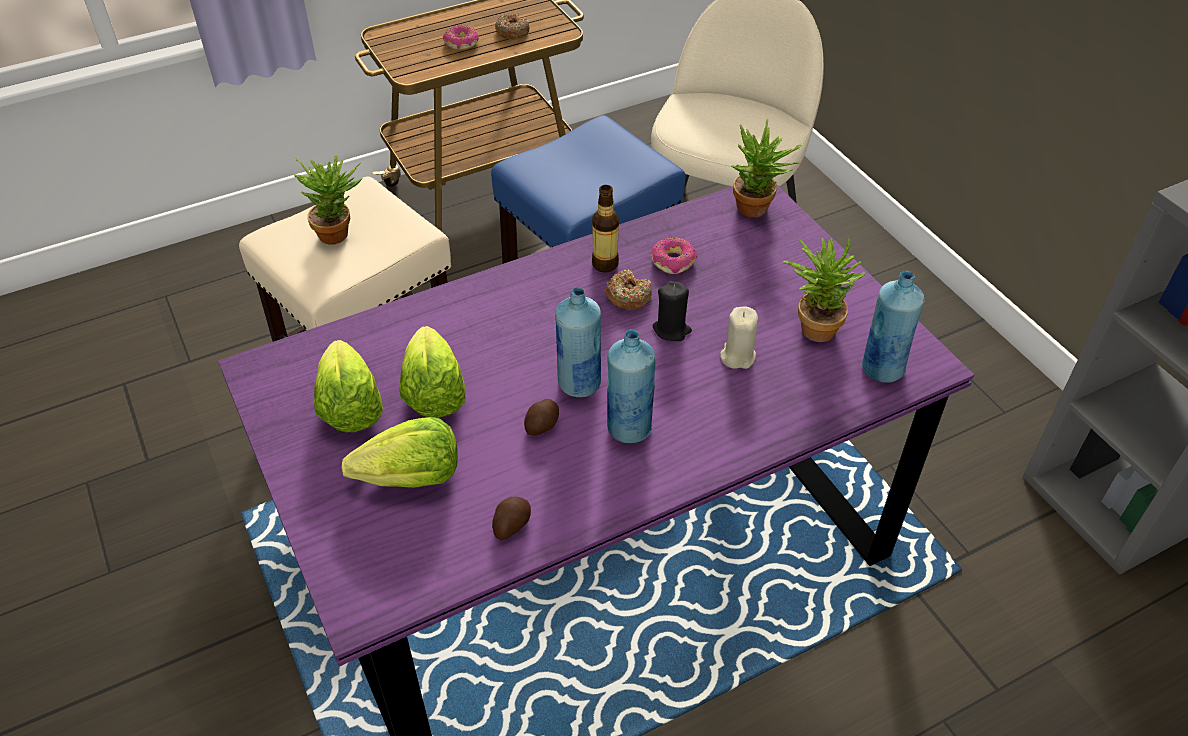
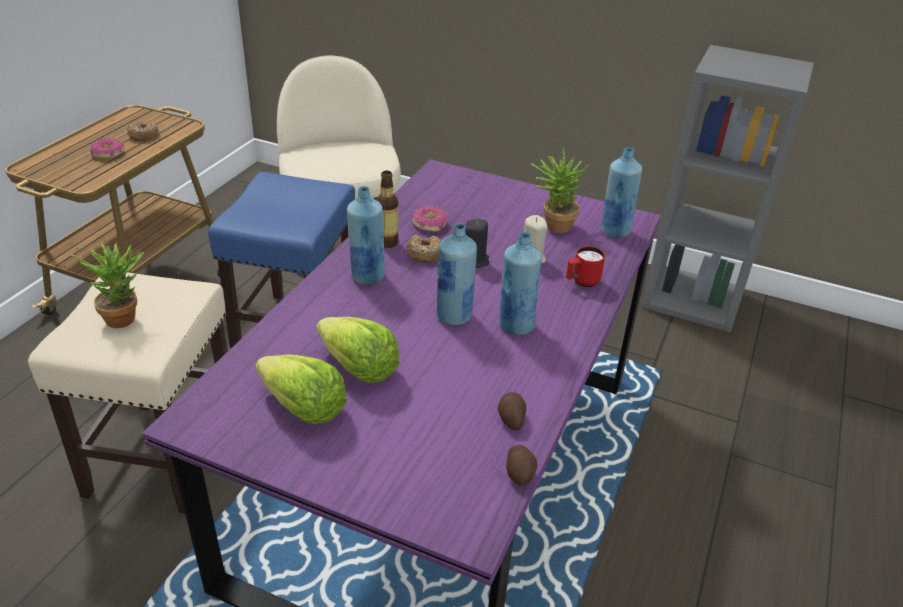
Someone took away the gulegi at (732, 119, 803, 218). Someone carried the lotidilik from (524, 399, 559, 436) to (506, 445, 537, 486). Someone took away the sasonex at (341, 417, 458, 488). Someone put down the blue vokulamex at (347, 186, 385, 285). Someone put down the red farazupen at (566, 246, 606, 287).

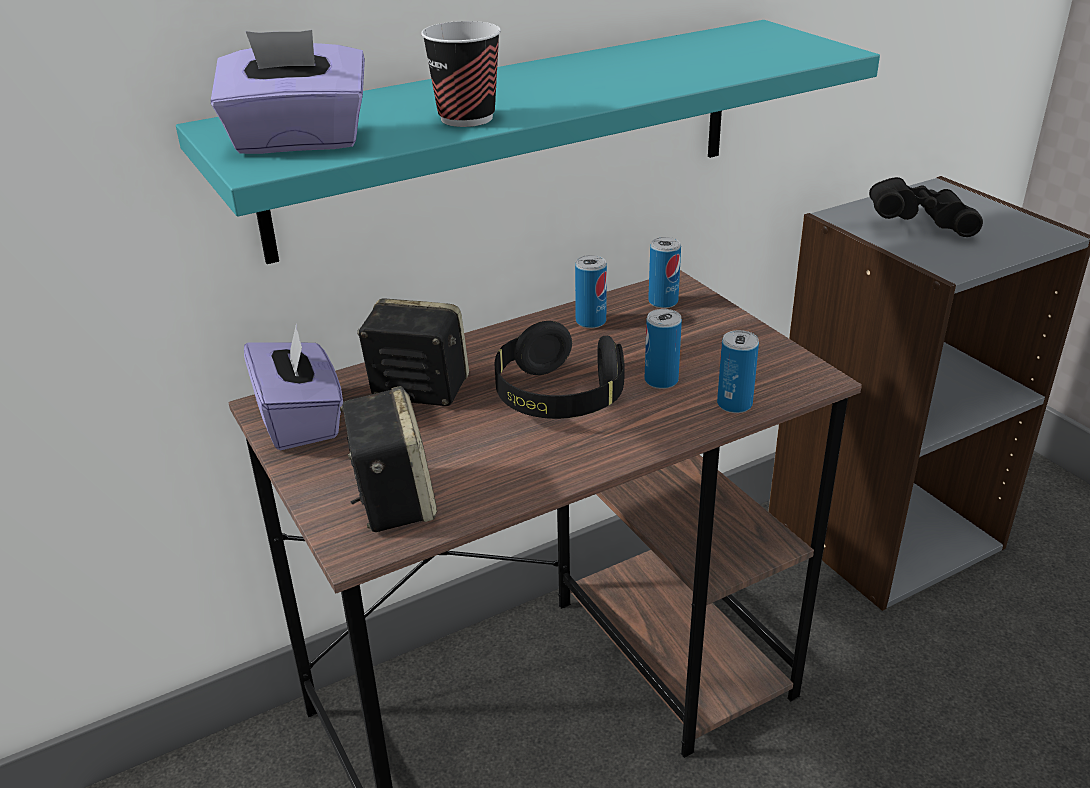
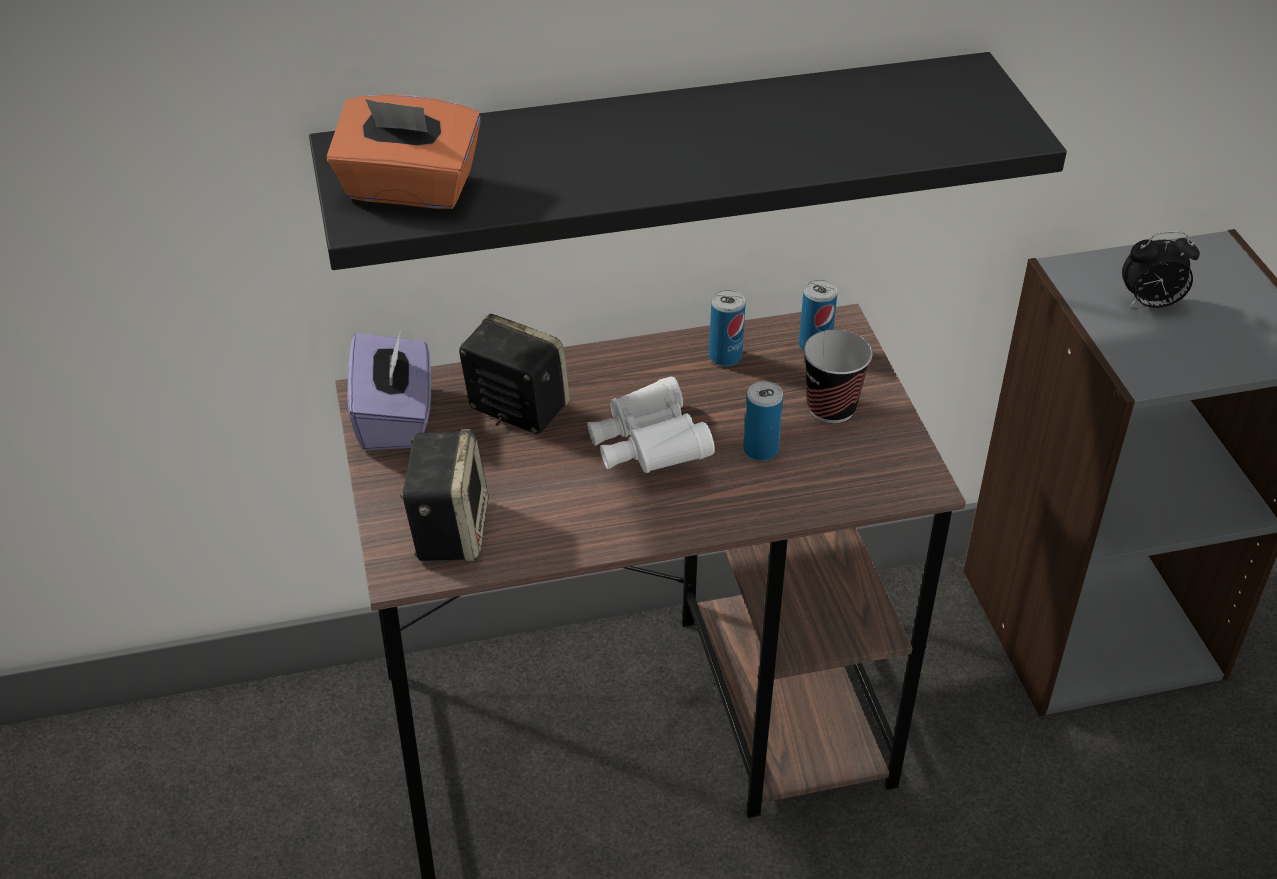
Someone repainted the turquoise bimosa at (176, 20, 880, 264), which became the black bimosa at (309, 52, 1067, 270). Someone carried the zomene from (421, 21, 501, 127) to (804, 330, 872, 423). Someone repainted the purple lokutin at (211, 30, 365, 154), which became the orange lokutin at (327, 94, 481, 209). Someone swapped the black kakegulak at (869, 177, 983, 237) for the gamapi at (1122, 231, 1200, 308). Someone swapped the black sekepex at (495, 321, 625, 419) for the white kakegulak at (587, 376, 715, 473). Someone took away the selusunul at (717, 330, 759, 413).

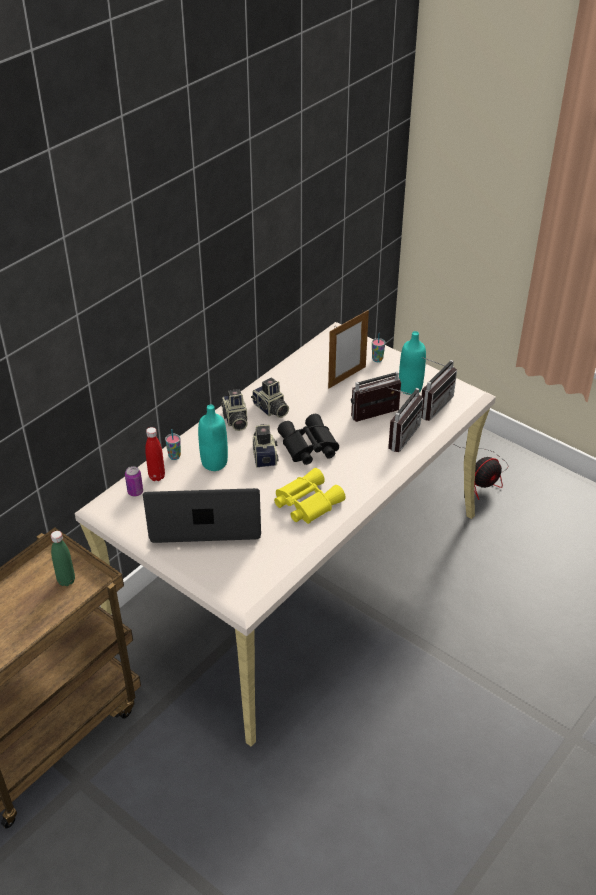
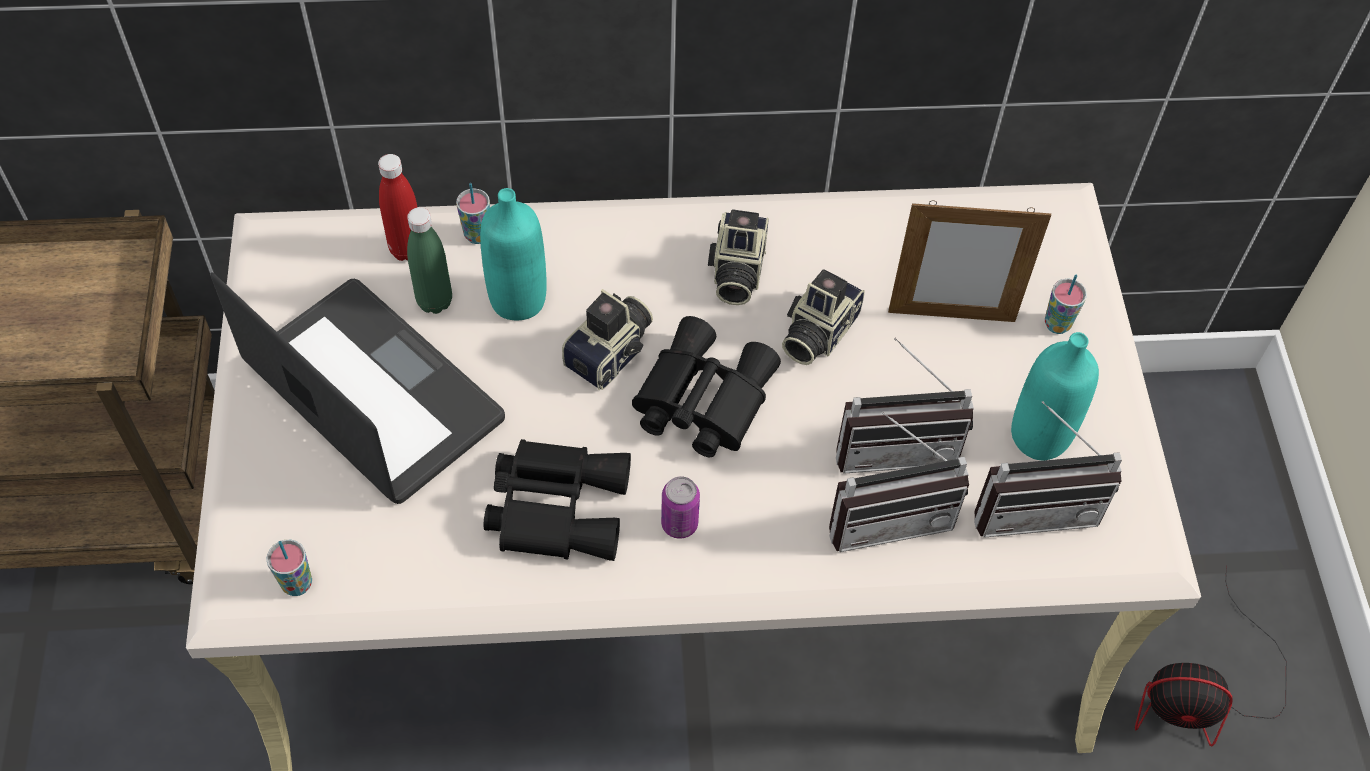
Someone rotated the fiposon at (351, 372, 401, 422) by 150 degrees clockwise. Someone carried the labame from (221, 389, 247, 431) to (782, 269, 865, 365). Someone carried the selusunul from (125, 466, 143, 496) to (661, 476, 700, 539). Someone repainted the yellow kakegulak at (274, 468, 346, 524), which became the black kakegulak at (484, 439, 631, 561). Someone carried the green vokulamex from (51, 531, 75, 586) to (407, 207, 452, 314). Someone put down the zomene at (266, 540, 312, 596).

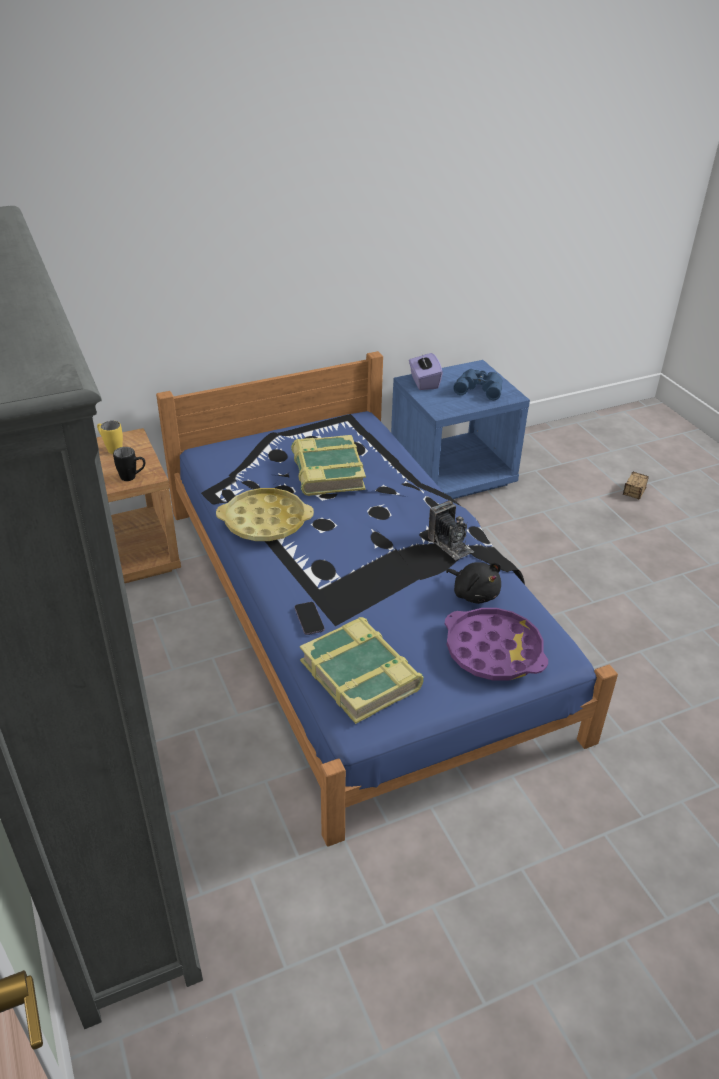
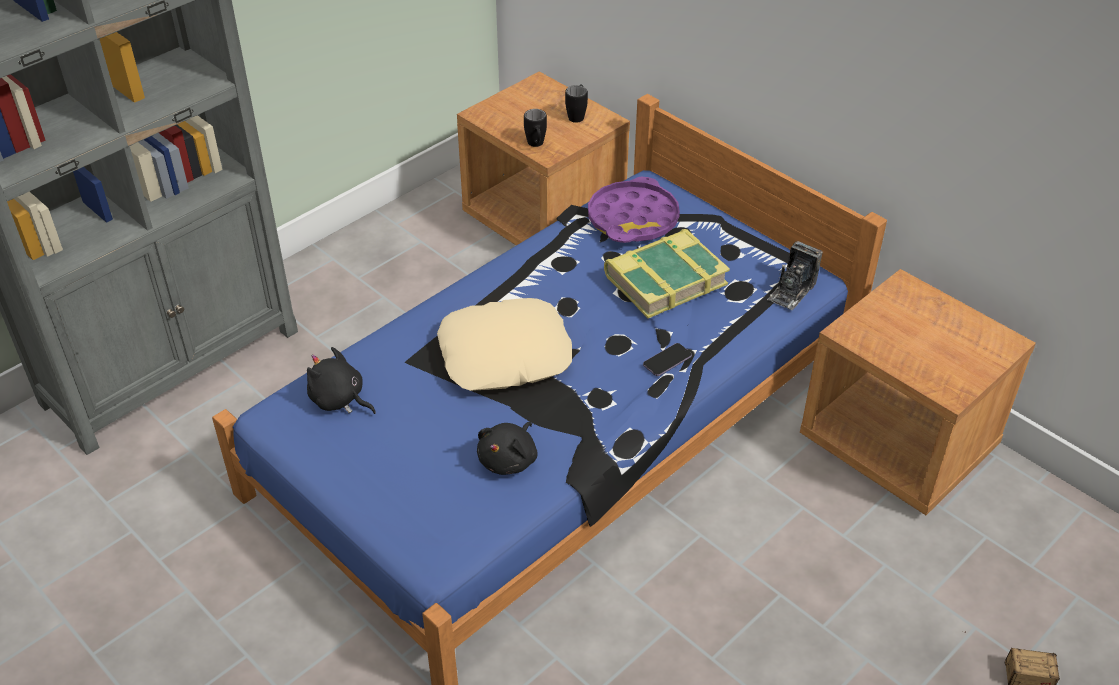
Someone took away the purple lokutin at (409, 353, 443, 390). Someone repainted the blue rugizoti at (391, 360, 530, 499), which became the brown rugizoti at (800, 269, 1036, 515). Someone took away the blue kakegulak at (453, 369, 502, 400). Someone repainted the yellow farazupen at (97, 421, 123, 454), which became the black farazupen at (565, 84, 588, 123). Someone took away the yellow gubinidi at (216, 488, 314, 541). Someone carried the labame from (428, 501, 474, 560) to (767, 241, 823, 310). Someone carried the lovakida from (295, 602, 325, 635) to (643, 343, 692, 376). Someone carried the purple gubinidi from (445, 608, 548, 680) to (588, 177, 680, 243). Someone swapped the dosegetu at (300, 617, 424, 724) for the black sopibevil at (307, 347, 376, 414). Someone put down the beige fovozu at (437, 298, 572, 391).

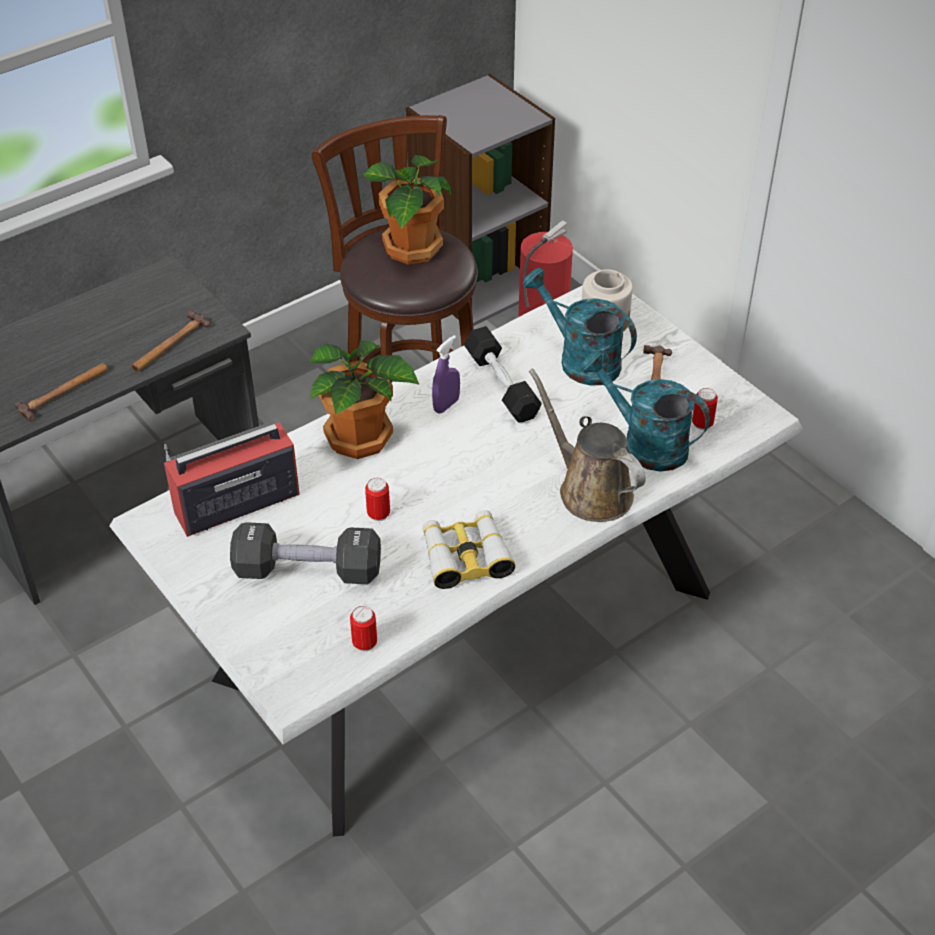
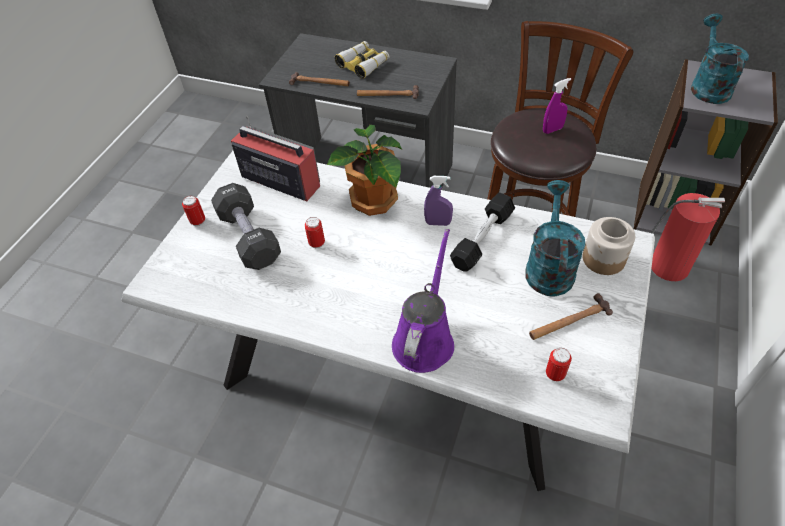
Someone swapped the gulegi at (363, 155, 451, 265) for the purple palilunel at (543, 78, 571, 134). Someone carried the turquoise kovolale from (580, 350, 710, 472) to (691, 14, 749, 104). Someone repainted the brown kovolale at (529, 368, 645, 522), which became the purple kovolale at (392, 229, 454, 373). Someone carried the kakegulak from (422, 510, 516, 589) to (334, 41, 390, 79). Someone carried the selusunul from (350, 606, 377, 652) to (182, 196, 205, 226).

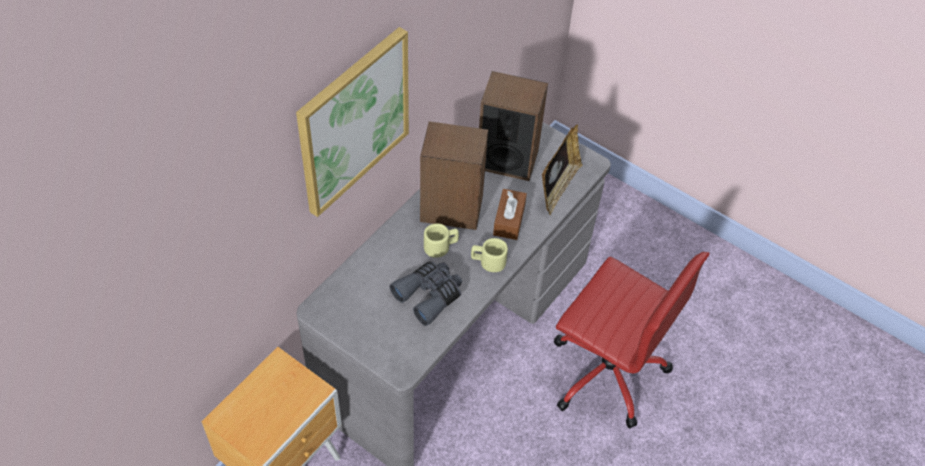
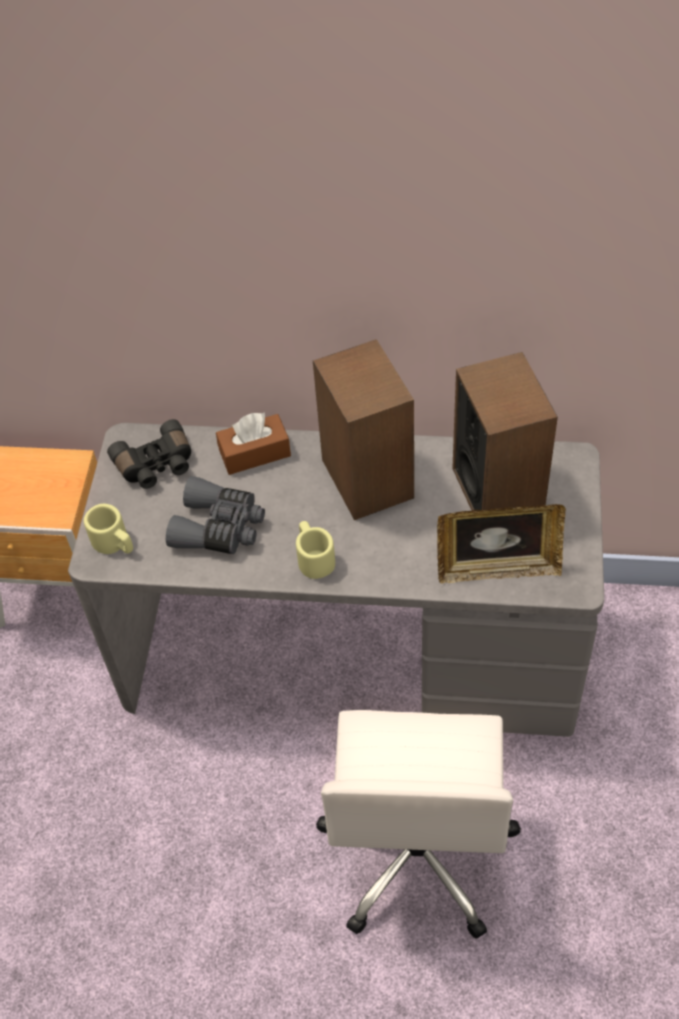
Someone took away the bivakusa at (296, 27, 409, 217). Someone carried the brown lokutin from (493, 189, 527, 240) to (216, 412, 291, 475). Someone carried the beige farazupen from (424, 223, 459, 258) to (84, 504, 133, 554). Someone repainted the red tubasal at (554, 252, 709, 429), which became the white tubasal at (316, 710, 521, 939). Someone put down the black kakegulak at (107, 419, 191, 489).

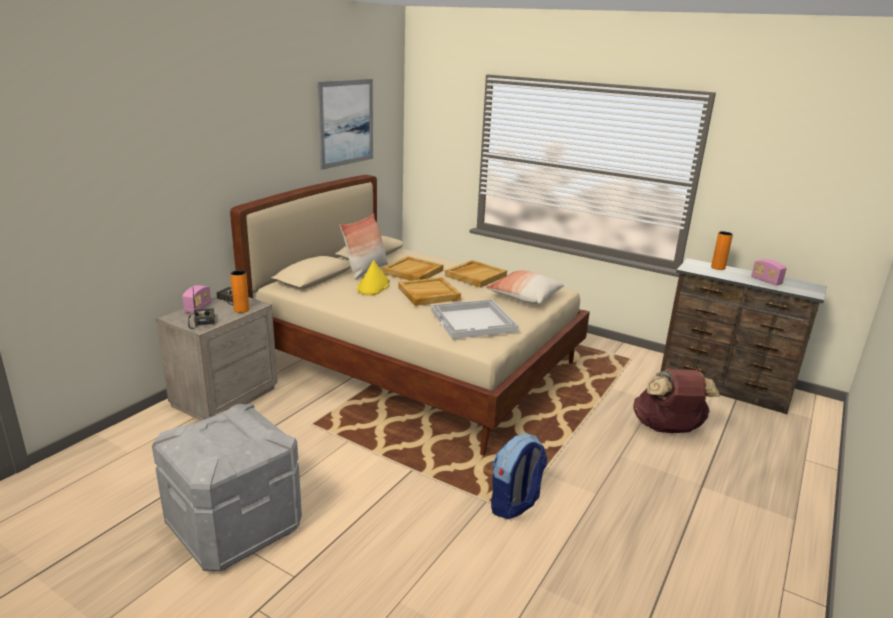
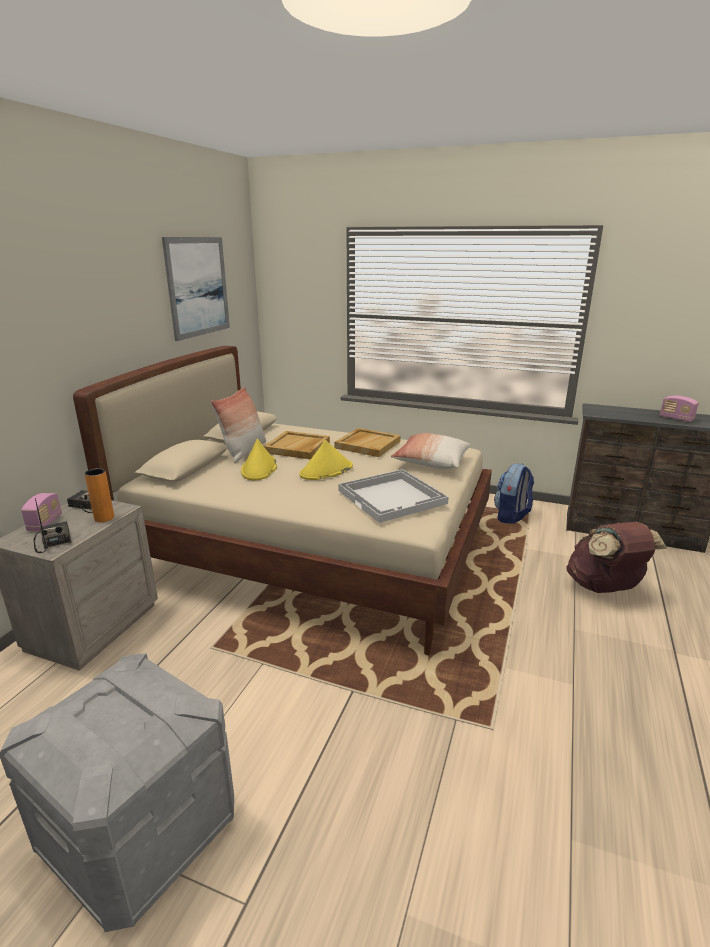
Someone took away the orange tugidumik at (711, 231, 733, 270). Someone swapped the beige gubinidi at (398, 277, 461, 306) for the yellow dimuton at (299, 440, 353, 480). Someone carried the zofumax from (491, 434, 547, 519) to (494, 463, 534, 524).

